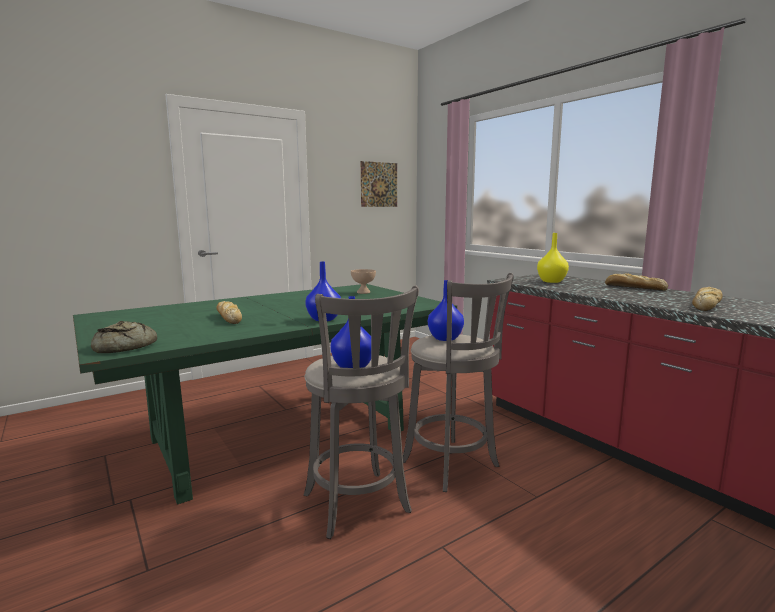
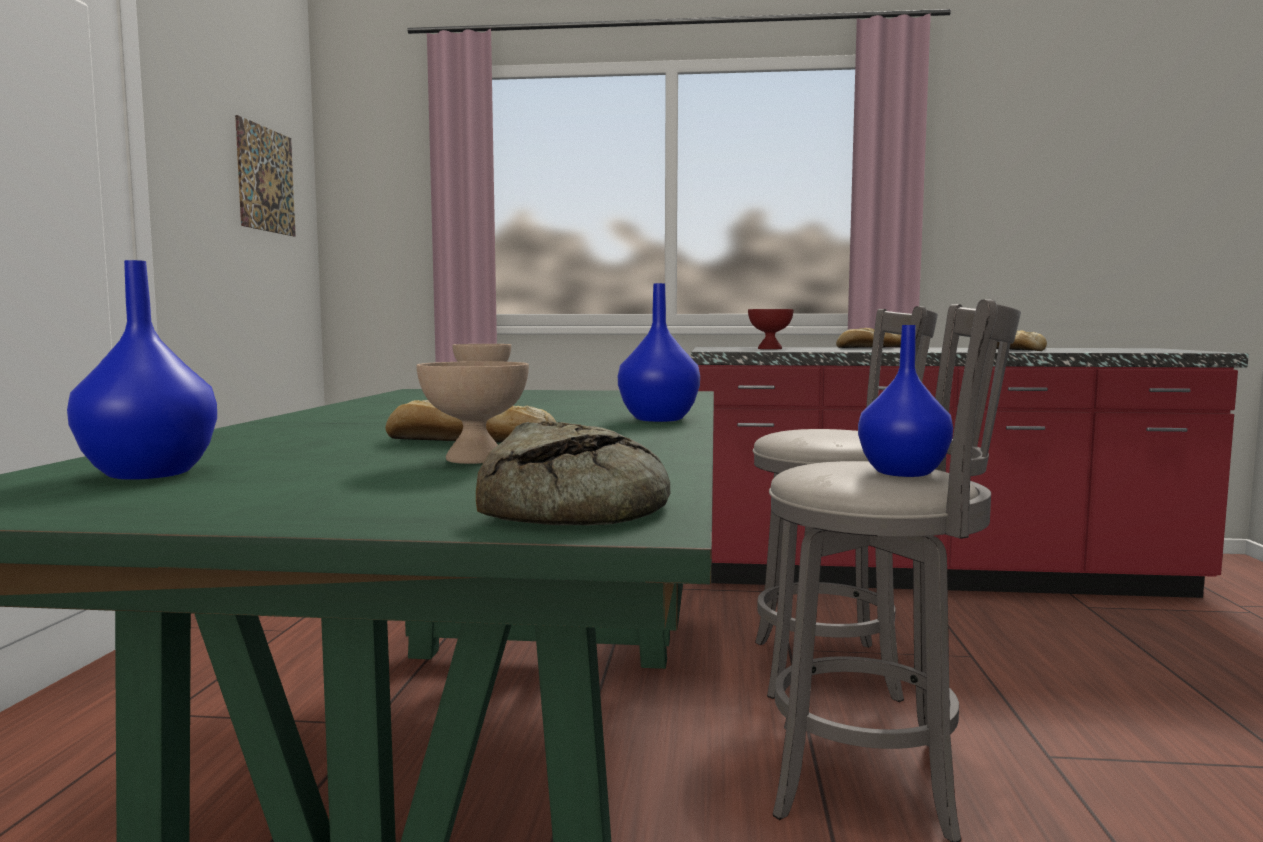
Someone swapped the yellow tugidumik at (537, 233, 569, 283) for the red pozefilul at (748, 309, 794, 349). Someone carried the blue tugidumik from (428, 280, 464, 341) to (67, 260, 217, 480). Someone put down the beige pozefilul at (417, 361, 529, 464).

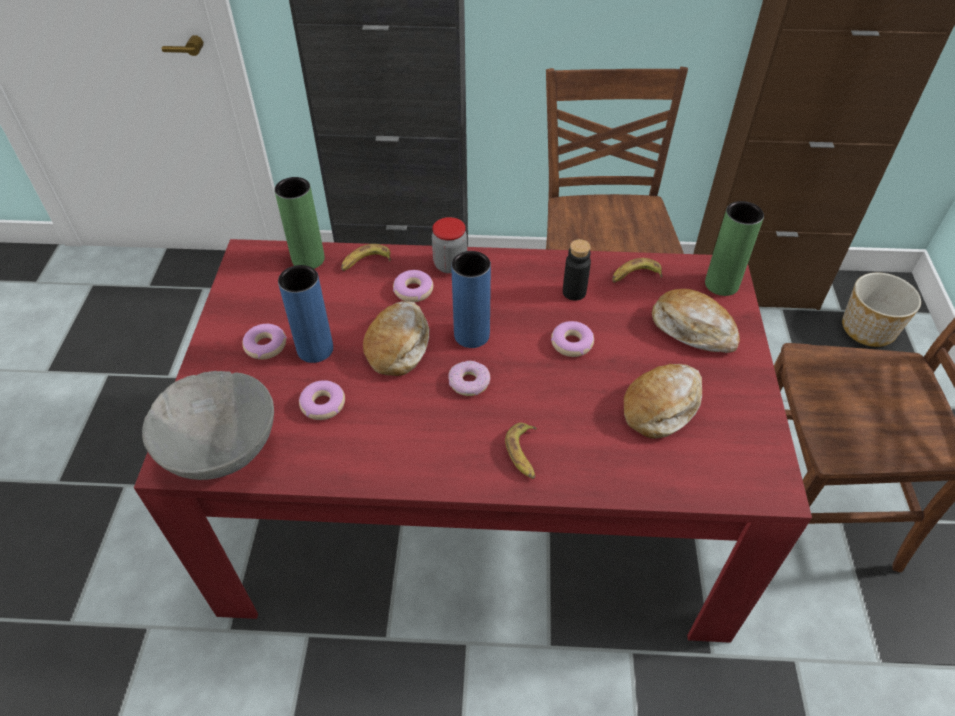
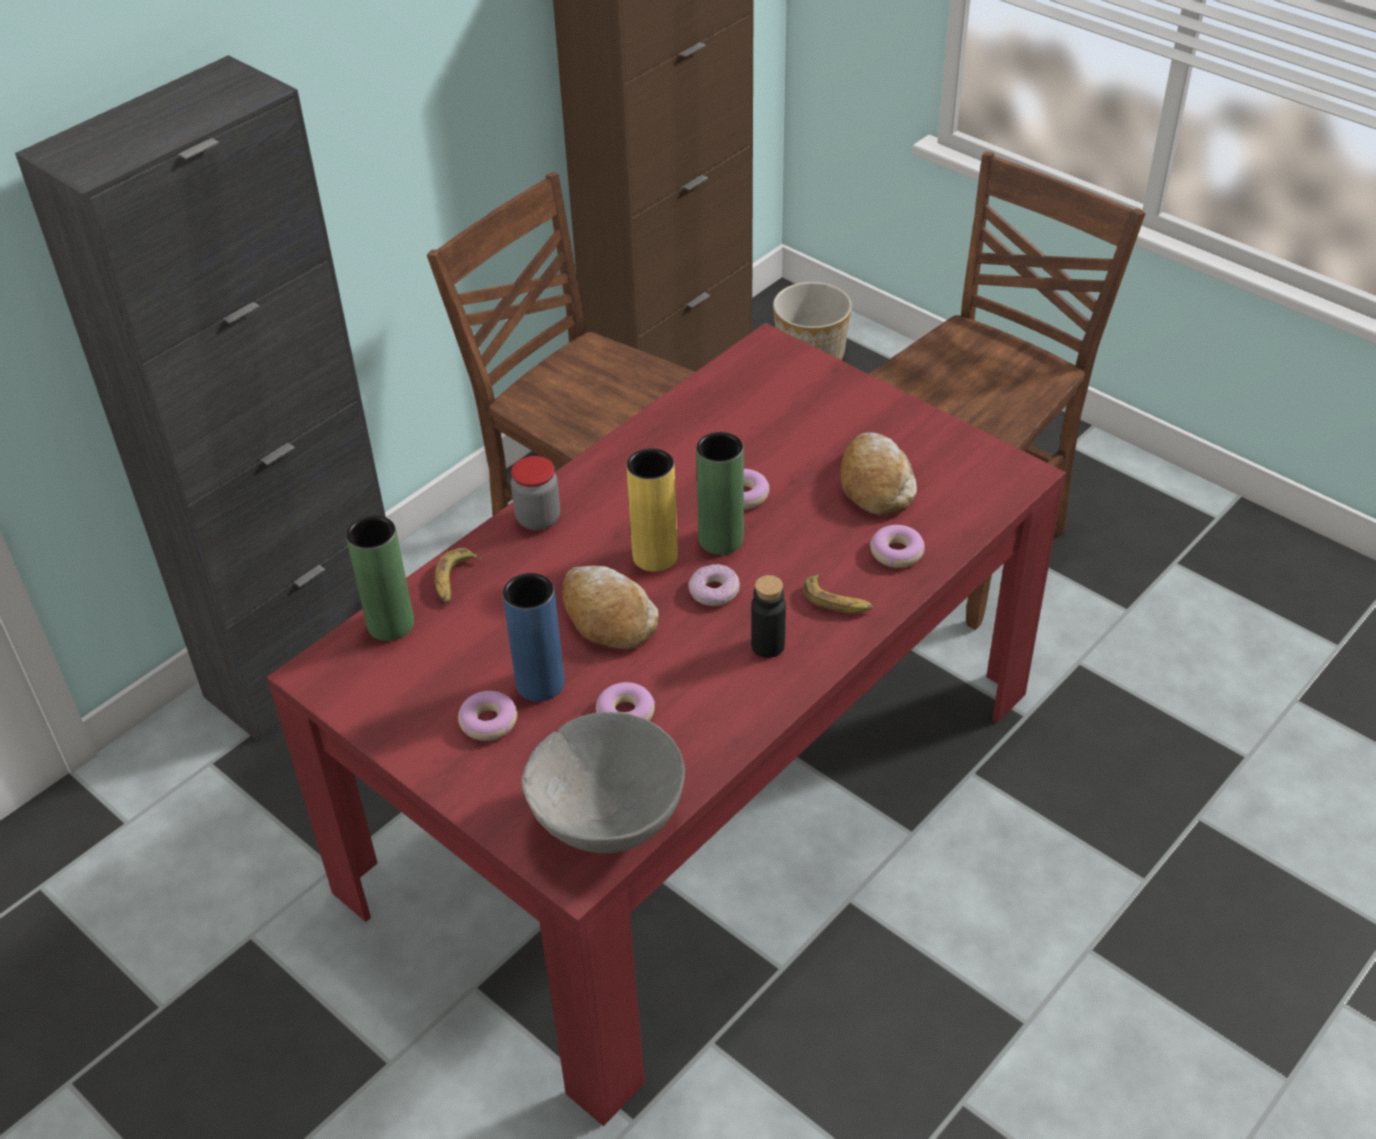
Someone carried the green tugidumik from (705, 201, 764, 296) to (696, 432, 744, 555). Someone carried the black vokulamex from (563, 239, 591, 301) to (751, 575, 786, 658). Someone repainted the blue tugidumik at (451, 251, 491, 348), which became the yellow tugidumik at (627, 448, 678, 572). Someone took away the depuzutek at (612, 258, 662, 283). Someone carried the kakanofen from (393, 270, 433, 302) to (870, 525, 925, 568). Someone took away the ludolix at (652, 289, 740, 353).

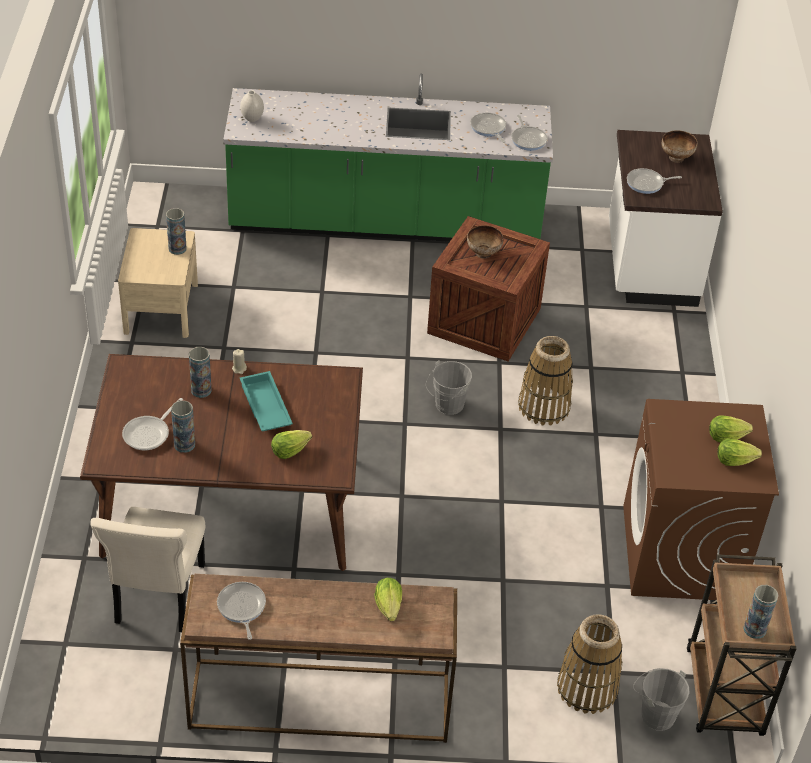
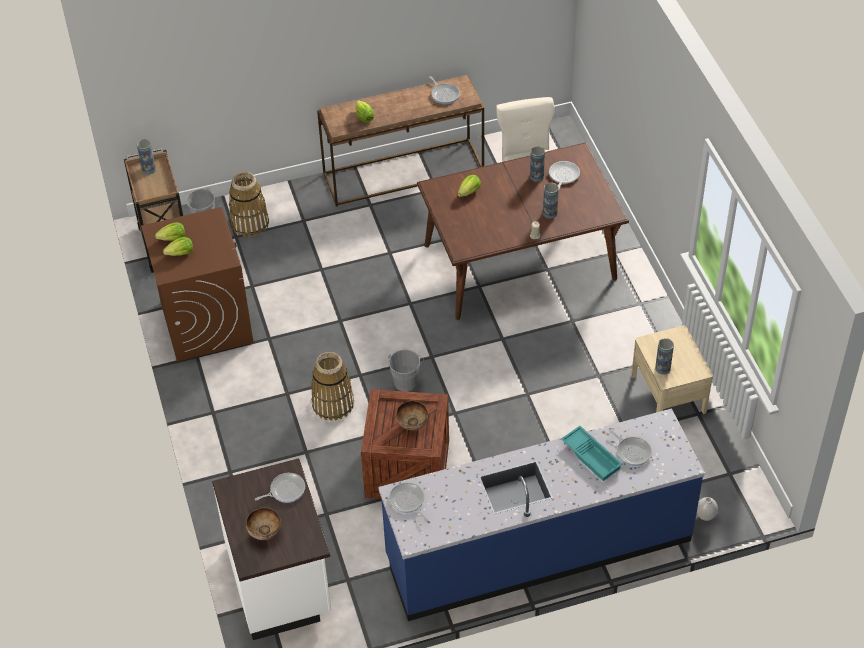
Someone repainted the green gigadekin at (223, 73, 553, 242), which became the blue gigadekin at (378, 408, 705, 621). Someone carried the white tugidumik from (240, 90, 264, 122) to (697, 497, 718, 521). Someone carried the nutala from (470, 113, 506, 143) to (608, 429, 652, 466). Someone carried the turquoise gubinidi from (240, 371, 293, 431) to (561, 426, 623, 481).

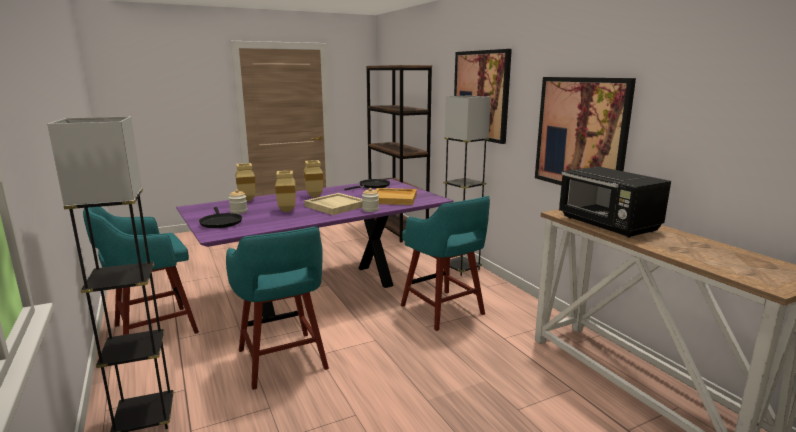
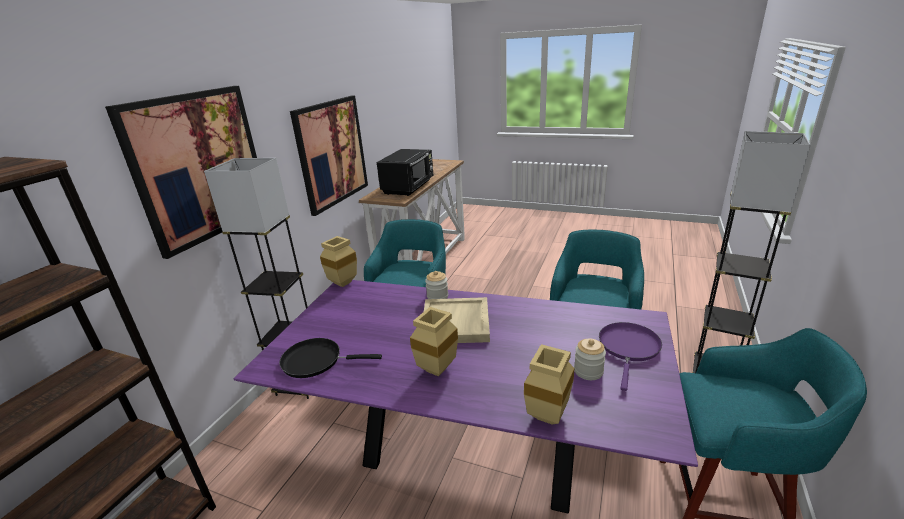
Someone carried the beige tugidumik from (275, 171, 296, 212) to (320, 236, 357, 287). Someone took away the beige gubinidi at (376, 188, 417, 205). Someone repainted the black nutala at (199, 207, 242, 228), which became the purple nutala at (599, 322, 662, 391).

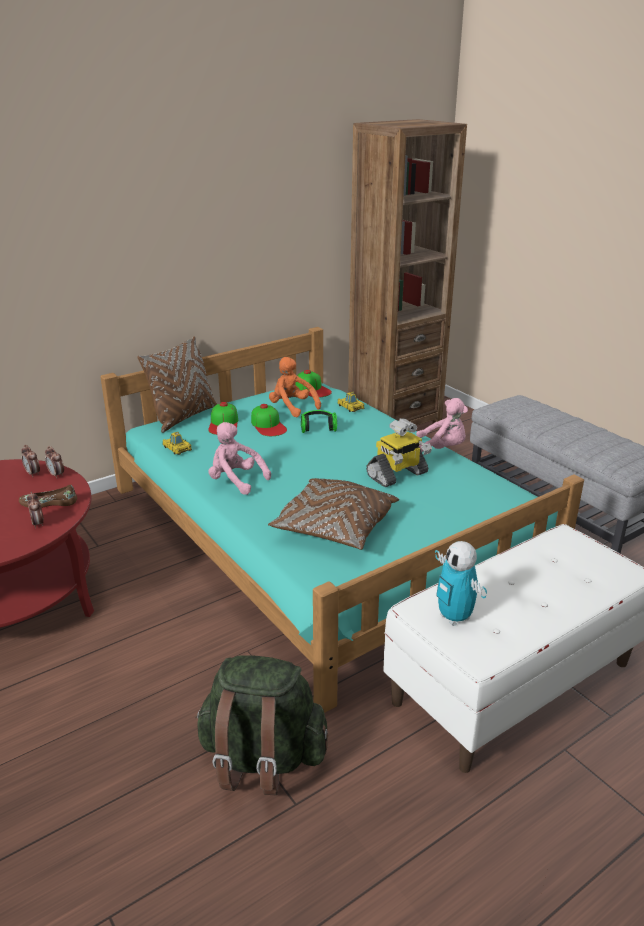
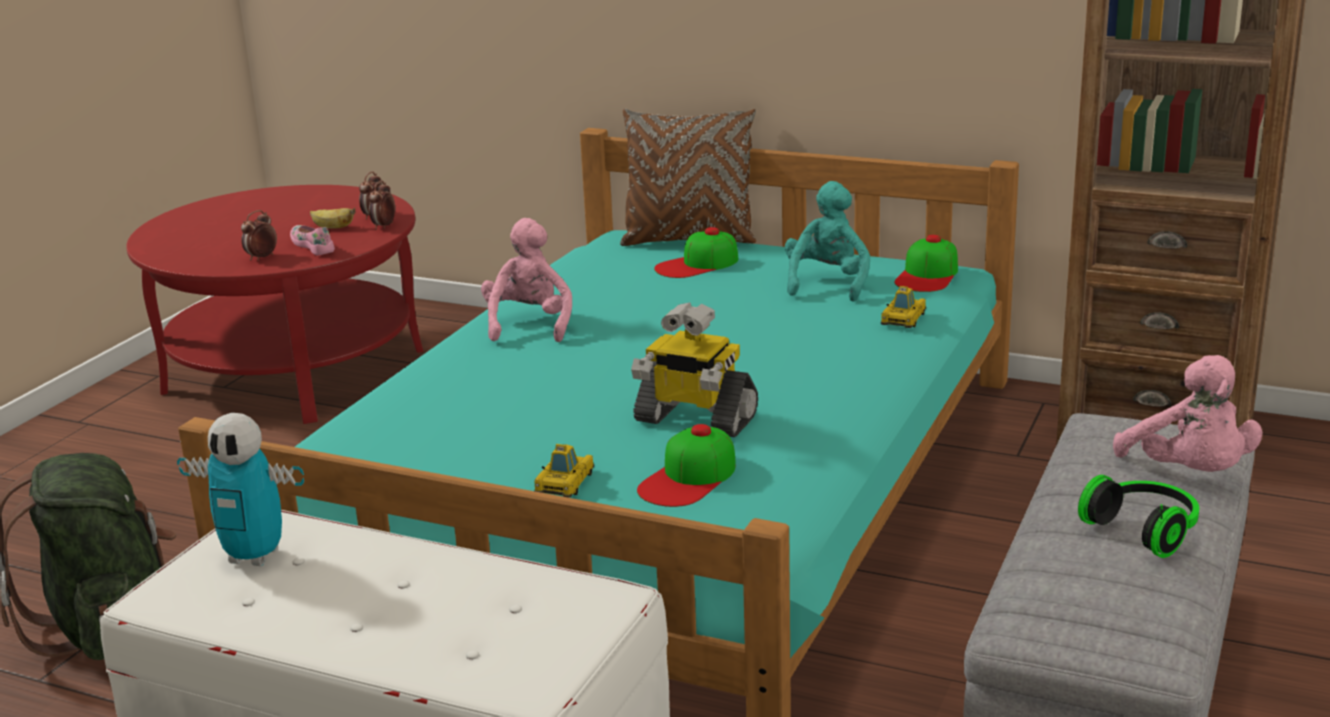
Someone repainted the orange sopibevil at (269, 357, 321, 417), which became the turquoise sopibevil at (785, 181, 870, 302). Someone carried the pink sopibevil from (416, 398, 468, 452) to (1113, 355, 1262, 472). Someone carried the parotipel from (251, 404, 287, 436) to (637, 424, 736, 507). Someone carried the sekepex from (301, 410, 337, 433) to (1078, 475, 1199, 558). Someone carried the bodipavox from (163, 432, 192, 455) to (534, 444, 594, 498). Someone took away the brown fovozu at (268, 478, 399, 550). Someone repainted the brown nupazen at (19, 484, 77, 508), which became the pink nupazen at (290, 225, 335, 256). Someone rotated the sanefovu at (435, 541, 487, 626) by 105 degrees counterclockwise. Someone put down the depuzutek at (310, 208, 356, 229).

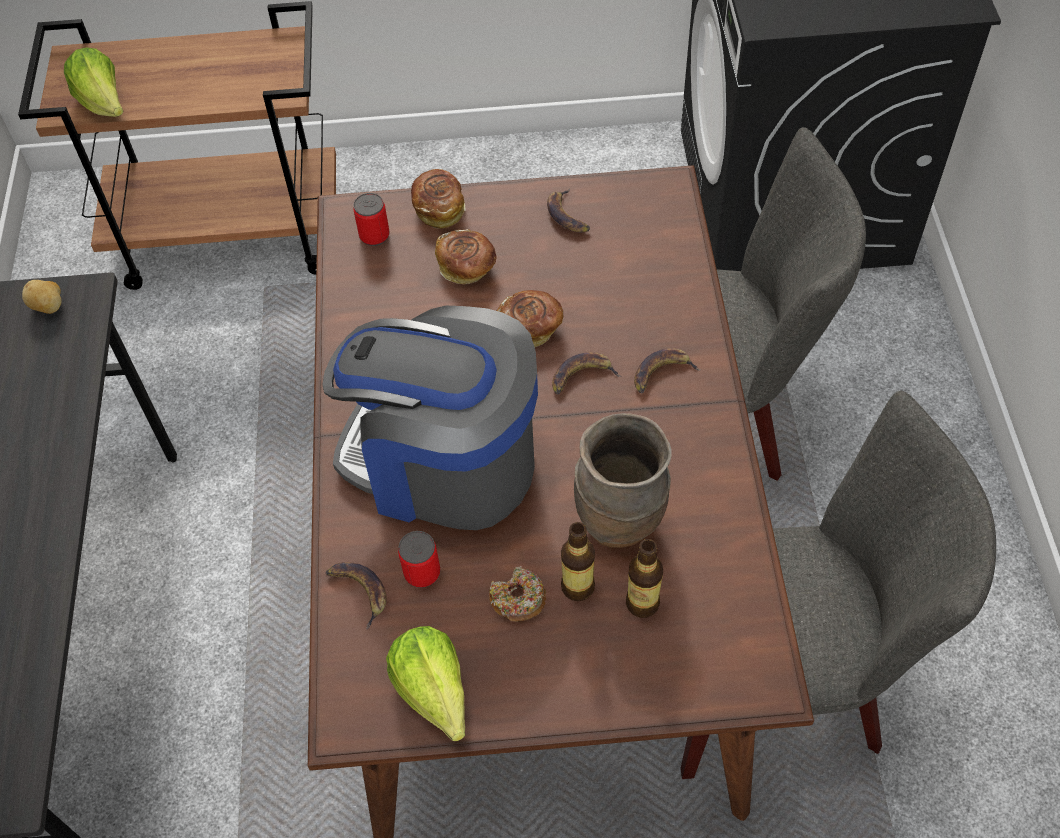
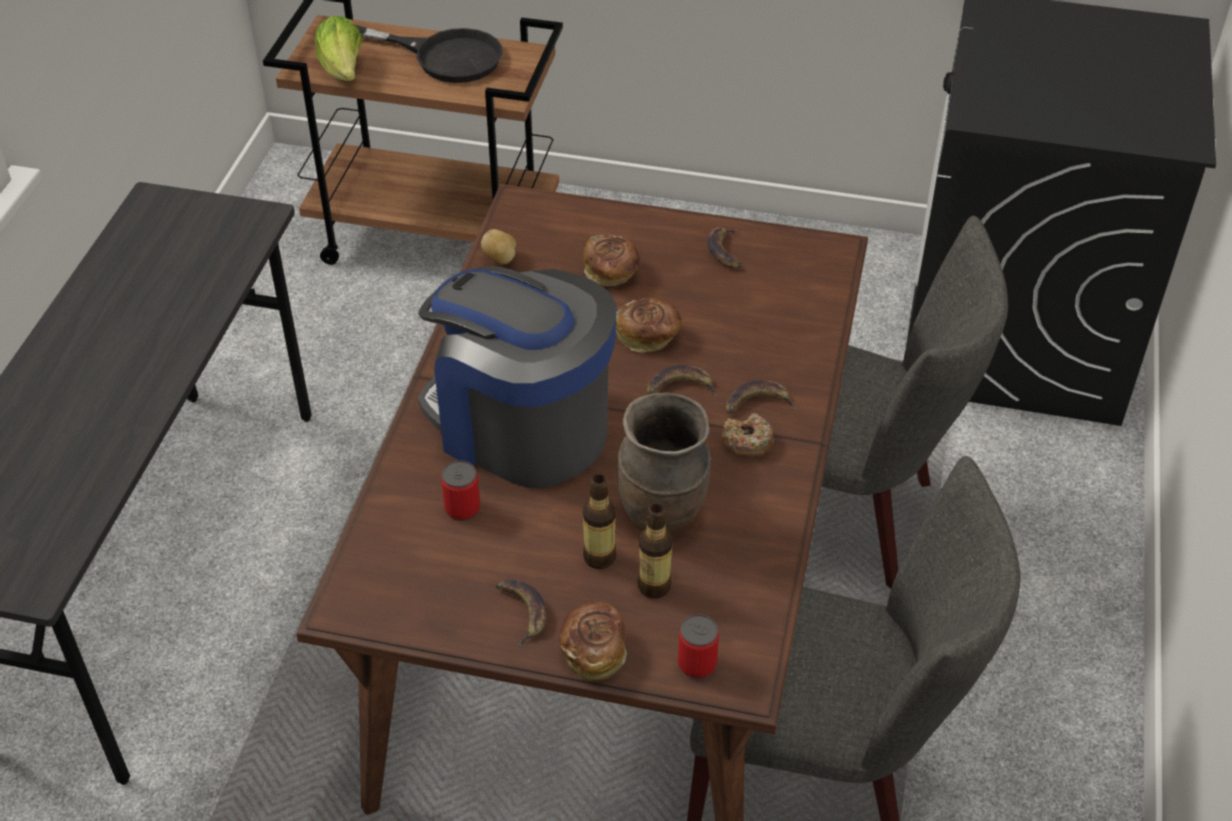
Someone carried the ludolix from (411, 169, 466, 229) to (559, 602, 627, 681). Someone carried the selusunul from (353, 193, 390, 246) to (678, 614, 719, 678). Someone carried the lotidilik from (22, 280, 62, 314) to (481, 229, 516, 264). Someone carried the depuzutek from (325, 562, 386, 629) to (495, 579, 547, 647). Someone carried the kakanofen from (489, 567, 546, 621) to (722, 413, 774, 458). Someone took away the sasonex at (386, 626, 465, 741). Someone put down the black nutala at (355, 25, 503, 83).

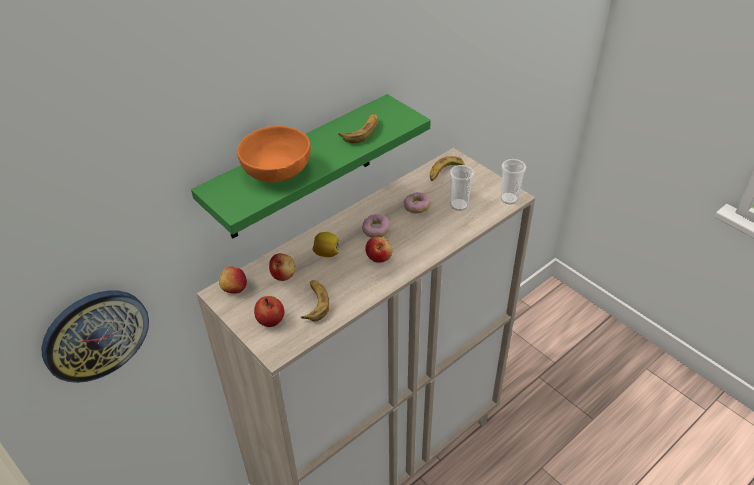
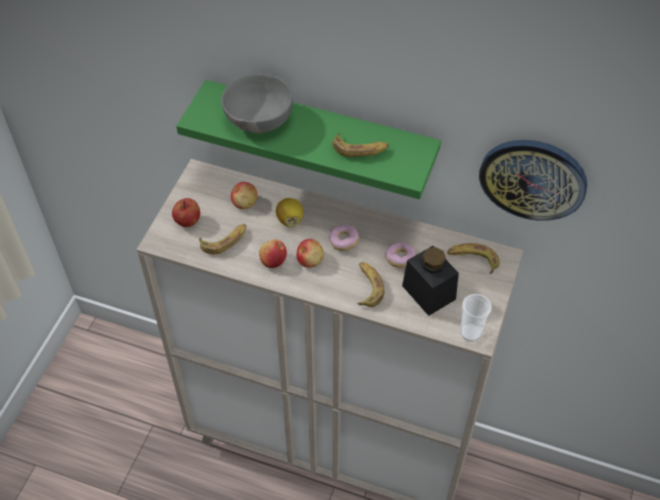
Someone repainted the orange pozefilul at (237, 126, 311, 183), which became the grey pozefilul at (221, 74, 293, 133). Someone swapped the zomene at (450, 165, 474, 211) for the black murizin at (402, 246, 459, 316). Someone carried the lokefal from (219, 266, 247, 294) to (259, 239, 287, 268). Someone carried the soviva from (42, 290, 149, 383) to (479, 140, 587, 221). Someone put down the depuzutek at (357, 262, 384, 307).

